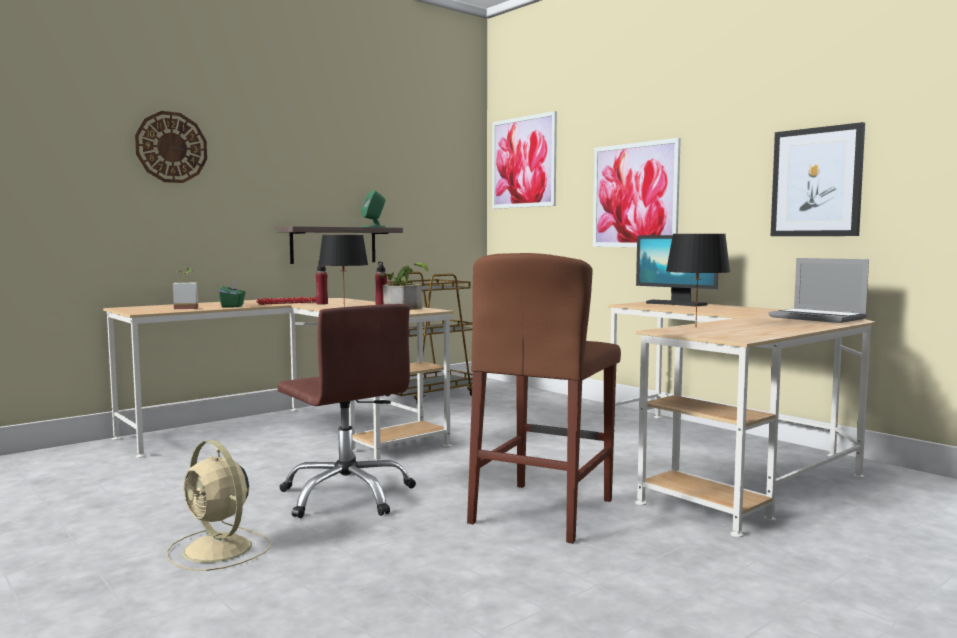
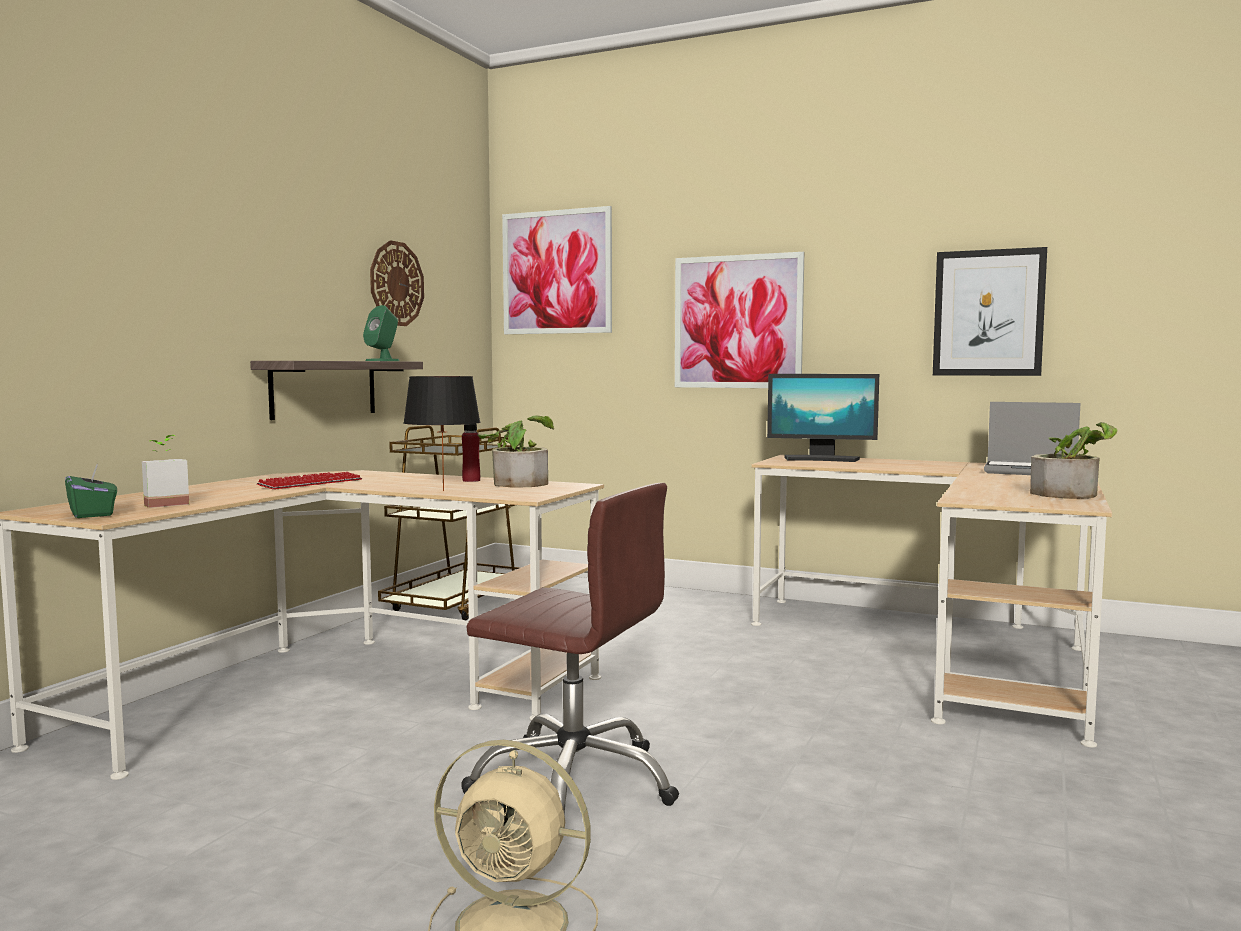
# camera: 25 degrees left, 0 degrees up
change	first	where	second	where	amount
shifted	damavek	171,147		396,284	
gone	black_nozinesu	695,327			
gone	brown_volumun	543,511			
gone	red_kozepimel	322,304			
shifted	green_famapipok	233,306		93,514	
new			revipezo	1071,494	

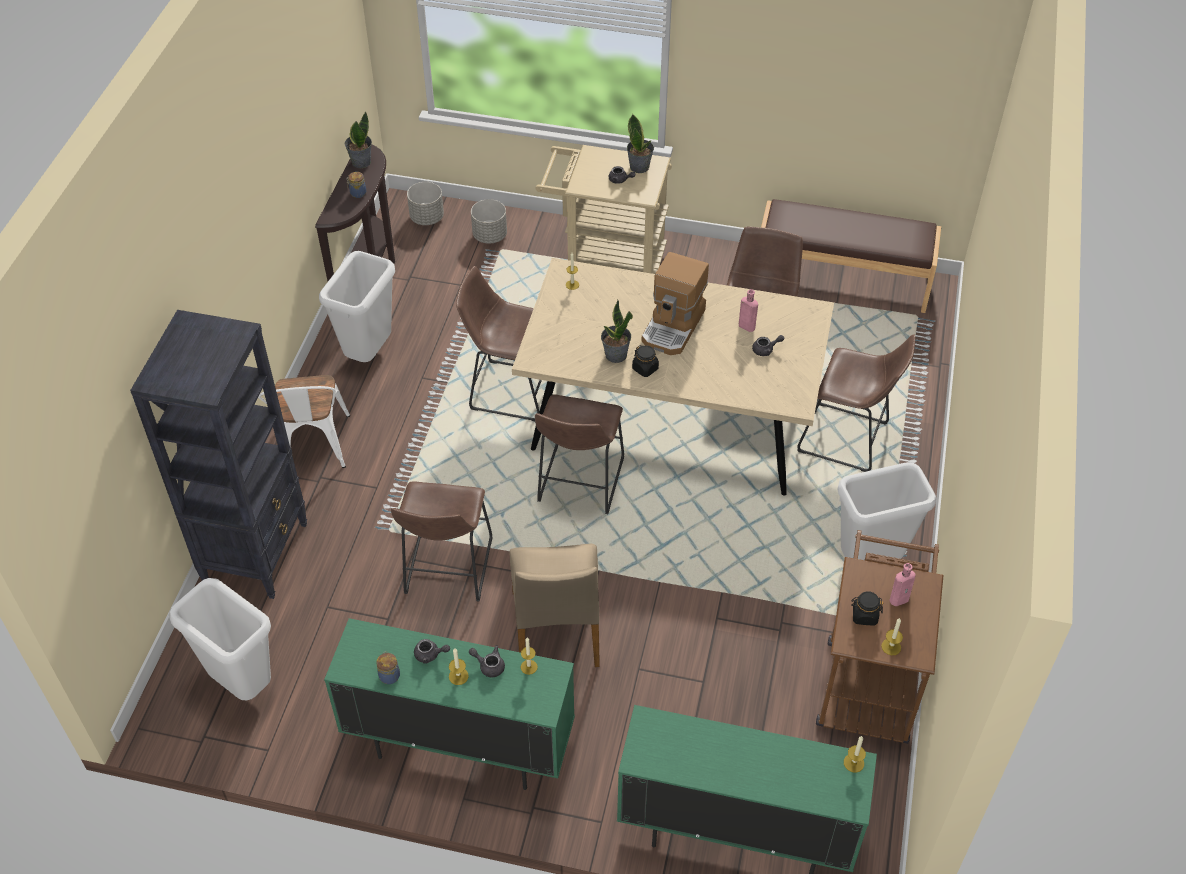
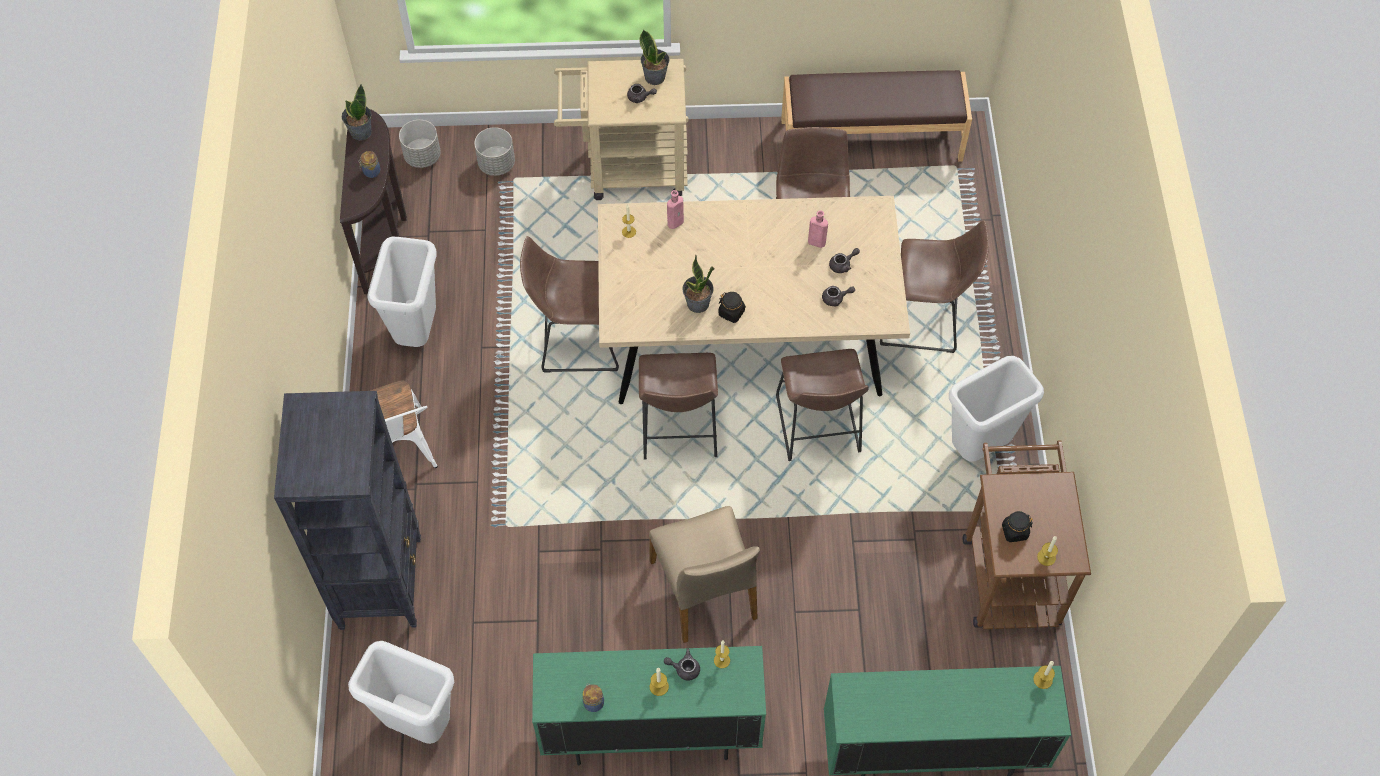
# camera: 15 degrees left, 10 degrees up
change	first	where	second	where	amount
gone	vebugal	674,326			
shifted	brown_volumun	447,571		818,429	
shifted	pink_kozepimel	900,599		676,222	
shifted	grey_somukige	430,655		836,299	

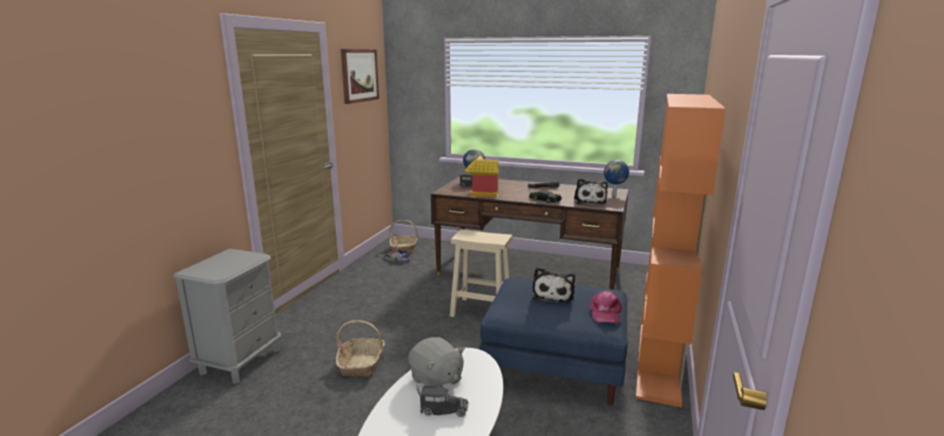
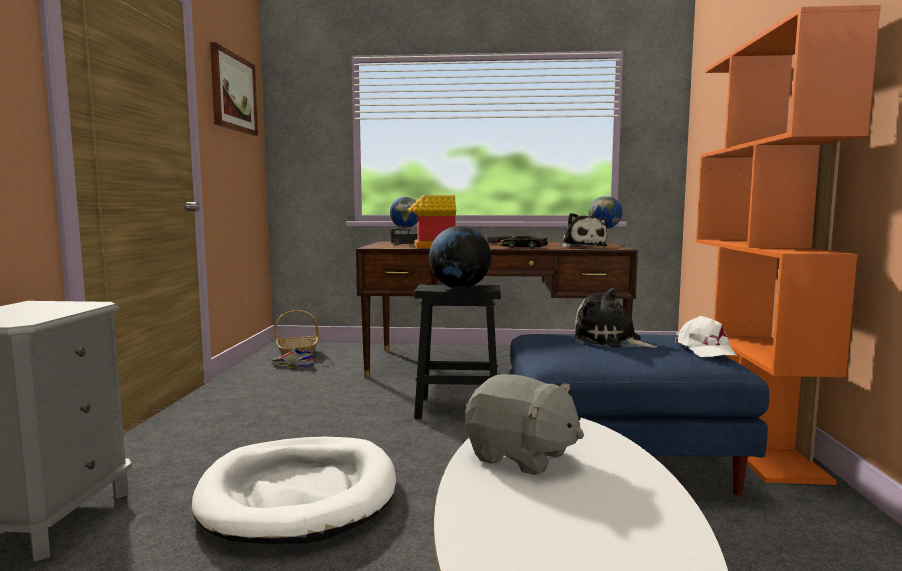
# camera: 15 degrees left, 10 degrees down
change	first	where	second	where	amount
repainted	beige_volumun	480,310	black_volumun	456,408	
rotated	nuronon	553,295		610,341	135 degrees clockwise
repainted	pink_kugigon	605,312	white_kugigon	705,350	
swapped	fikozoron	362,363	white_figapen	299,494	
gone	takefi	441,410			
new			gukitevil	460,288	

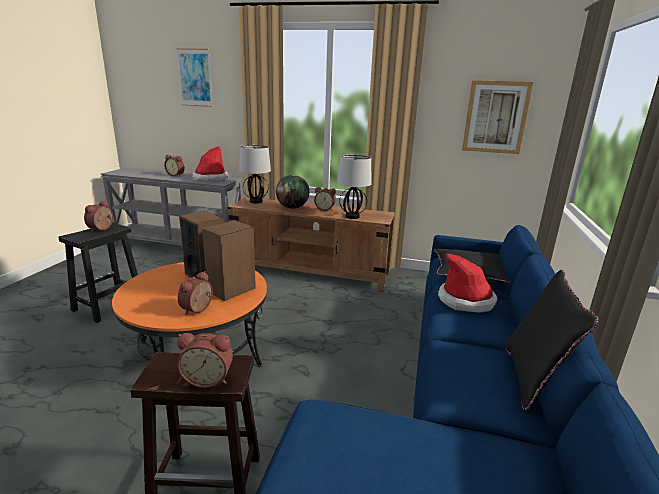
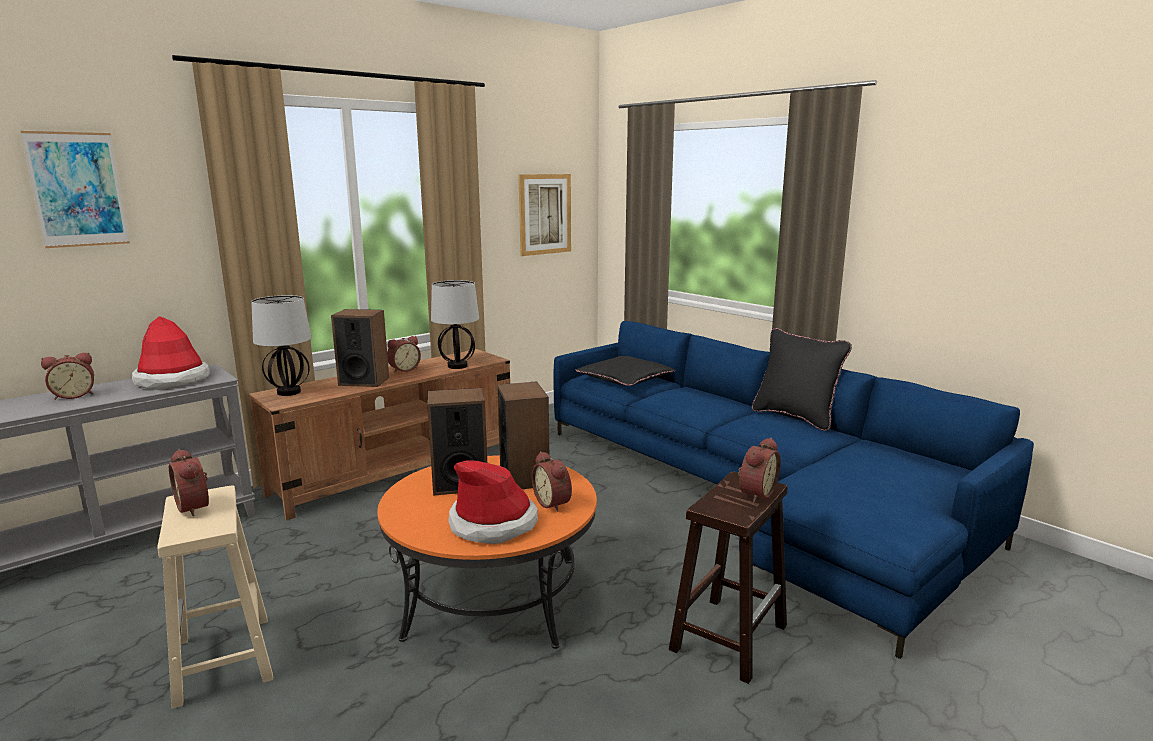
# camera: 55 degrees left, 5 degrees down
change	first	where	second	where	amount
swapped	gukitevil	292,208	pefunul	364,381	
repainted	black_volumun	108,306	beige_volumun	224,660	
shifted	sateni	466,300		493,523	

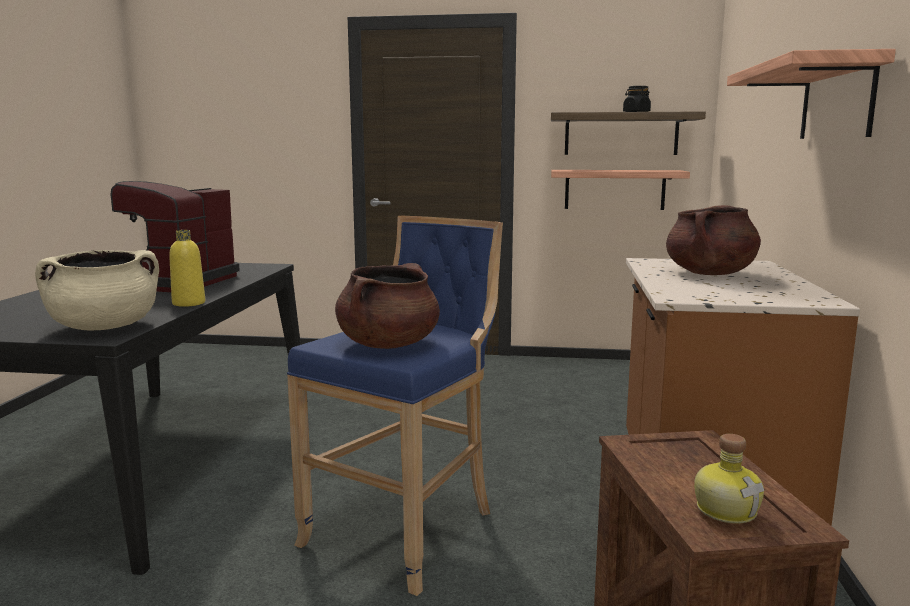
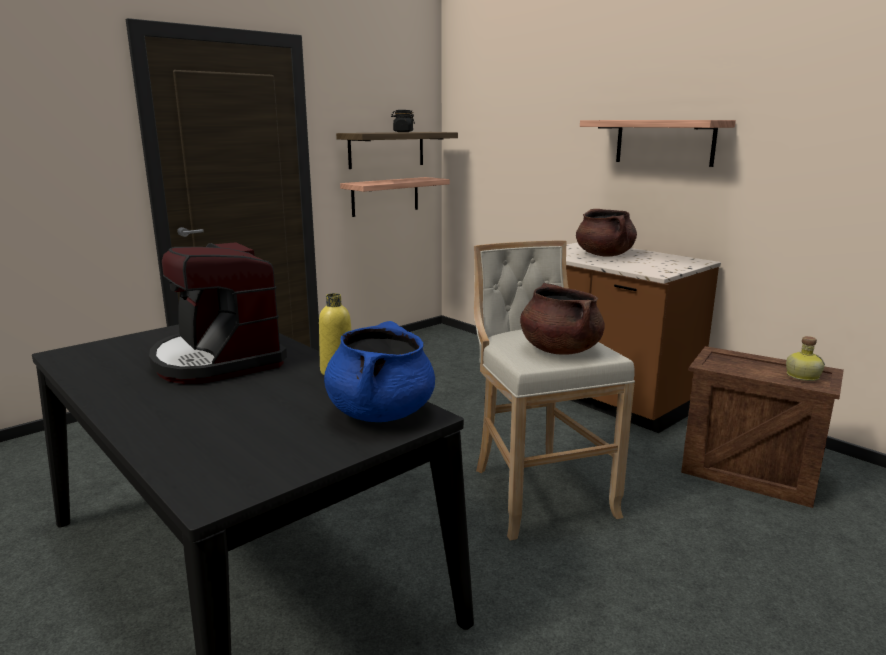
# camera: 50 degrees left, 5 degrees up
change	first	where	second	where	amount
repainted	blue_volumun	407,528	beige_volumun	536,491	
repainted	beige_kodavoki	105,327	blue_kodavoki	381,413	

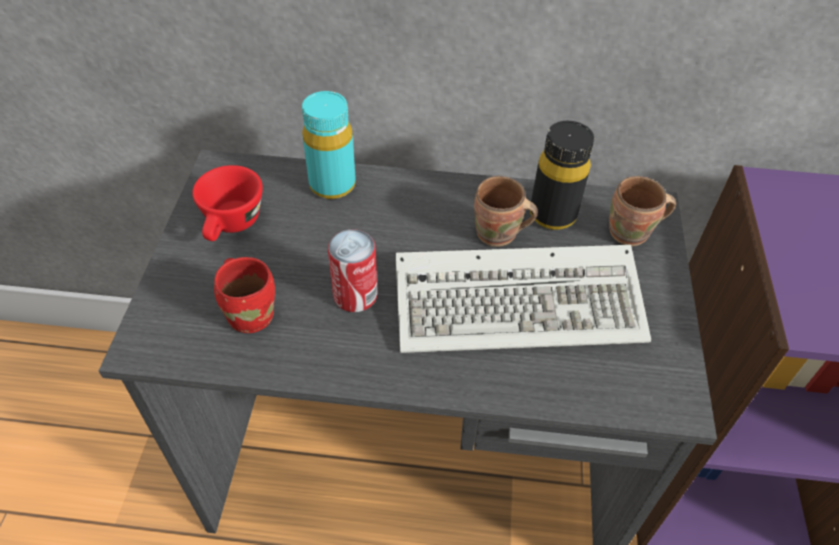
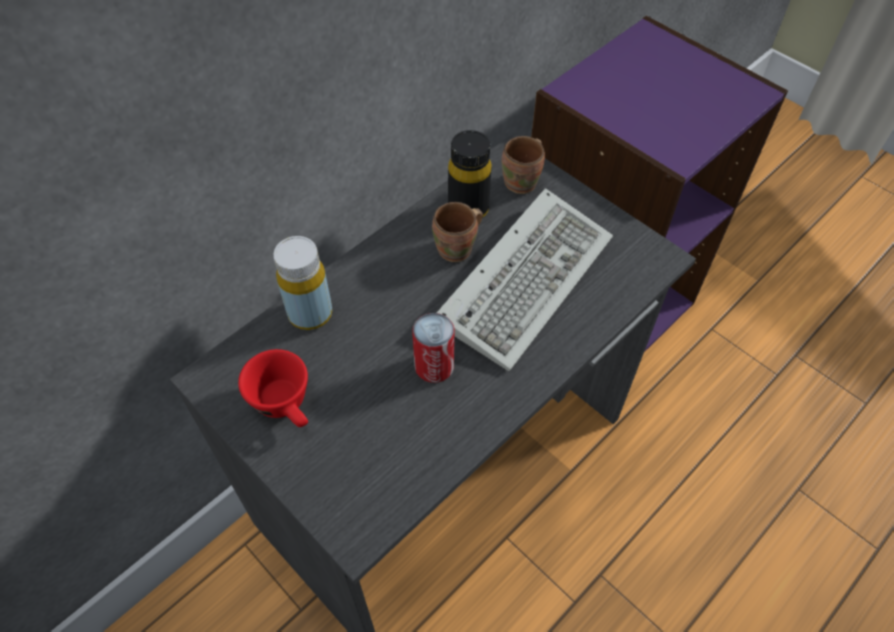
# camera: 50 degrees left, 5 degrees up
change	first	where	second	where	amount
repainted	turquoise_kozepimel	332,185	yellow_kozepimel	310,313	
gone	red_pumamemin	252,313			

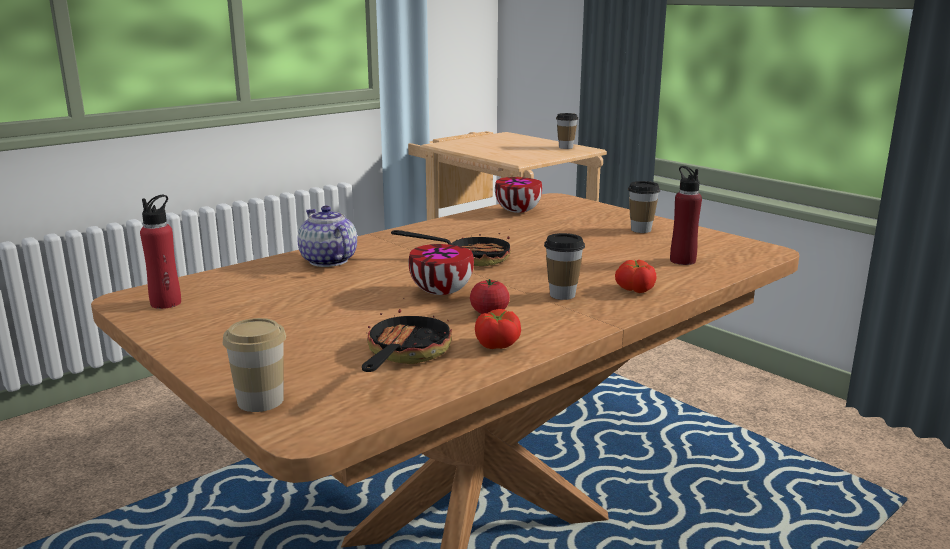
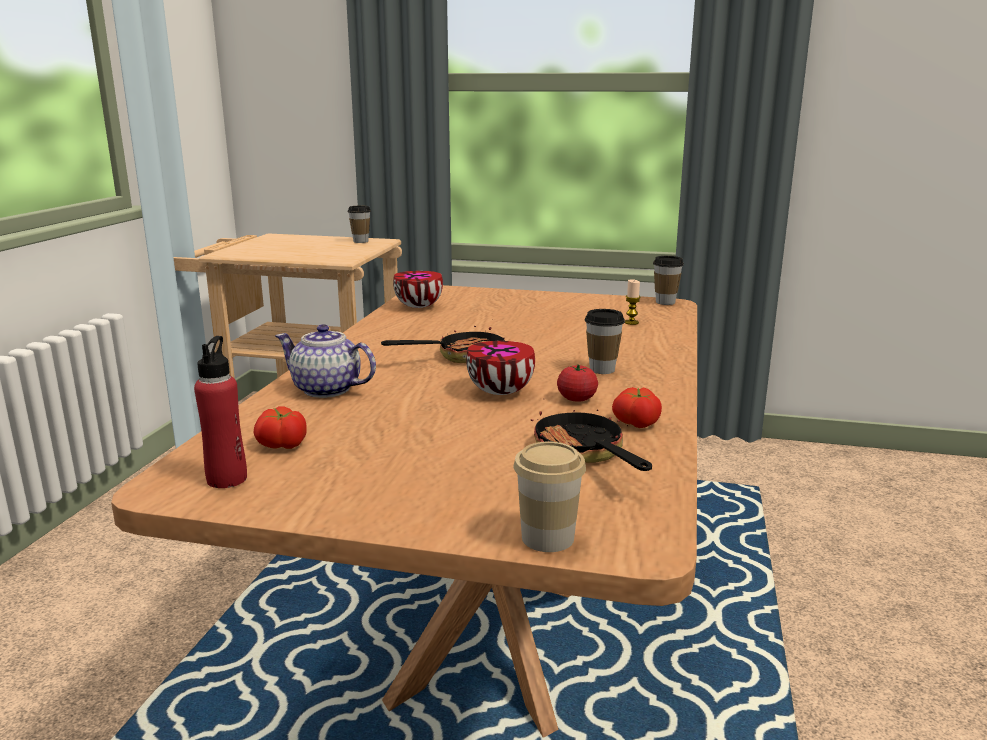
# camera: 35 degrees left, 0 degrees up
change	first	where	second	where	amount
swapped	red_kozepimel	682,260	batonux	631,322	
shifted	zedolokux	641,230		665,302	
shifted	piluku	634,289		282,445	

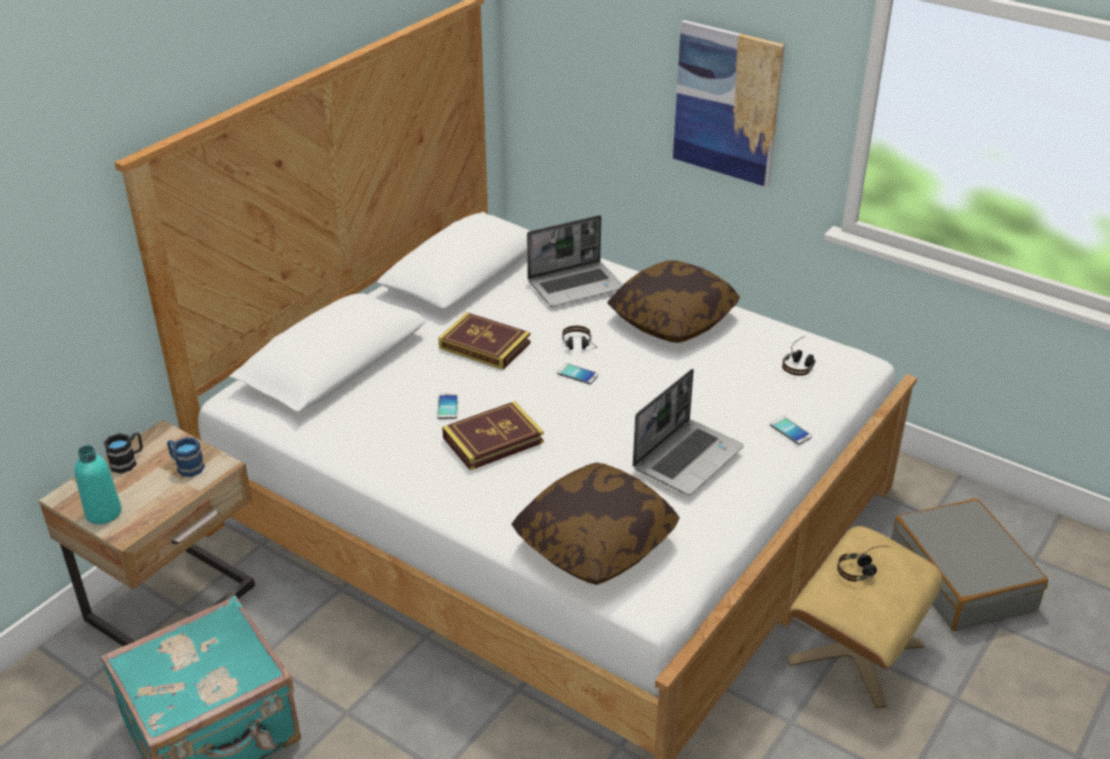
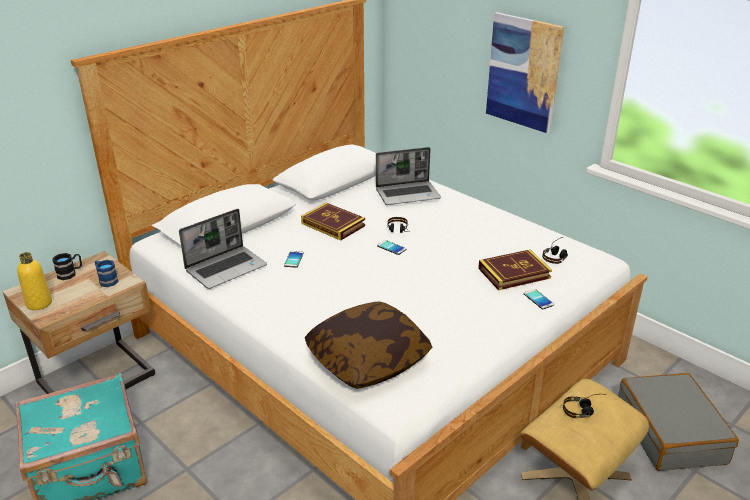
# camera: 10 degrees right, 5 degrees down
change	first	where	second	where	amount
gone	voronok	672,319			
shifted	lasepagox	687,457		226,268	
shifted	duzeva	493,440		514,273	
repainted	turquoise_kozepimel	103,513	yellow_kozepimel	39,303	

